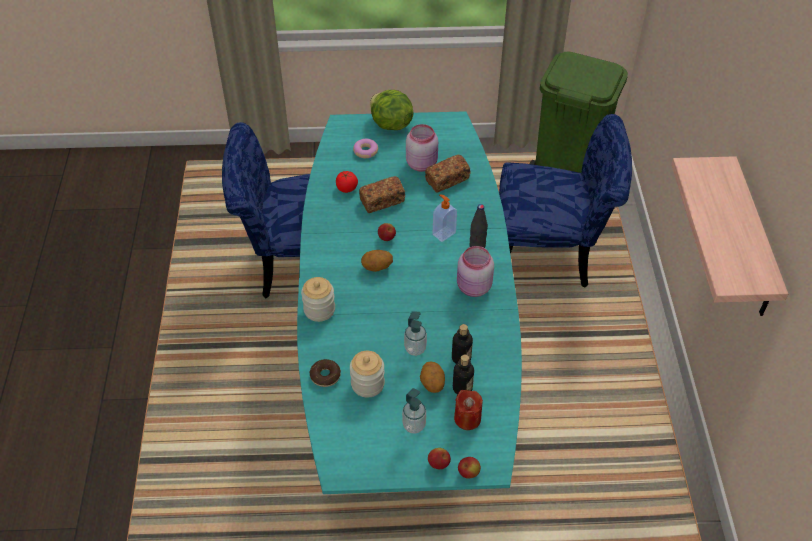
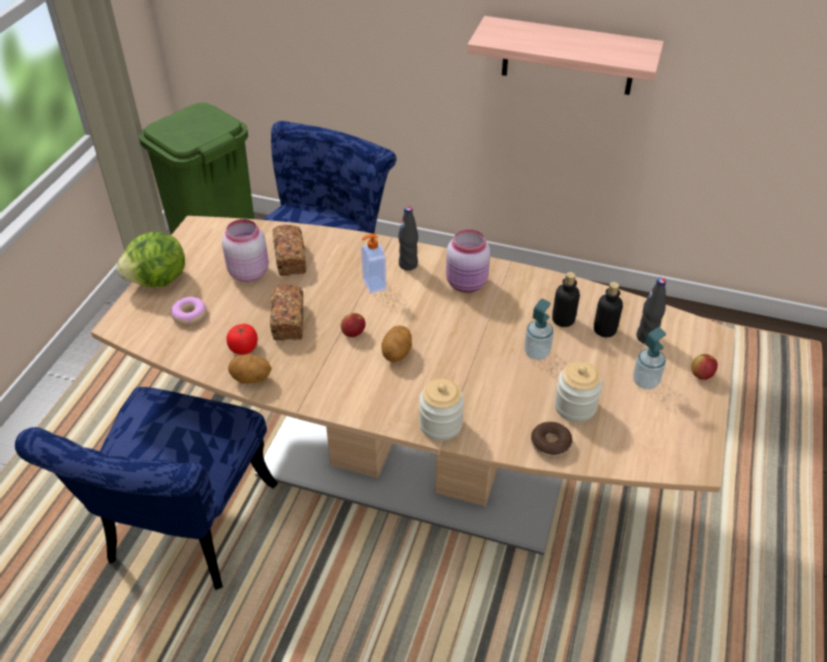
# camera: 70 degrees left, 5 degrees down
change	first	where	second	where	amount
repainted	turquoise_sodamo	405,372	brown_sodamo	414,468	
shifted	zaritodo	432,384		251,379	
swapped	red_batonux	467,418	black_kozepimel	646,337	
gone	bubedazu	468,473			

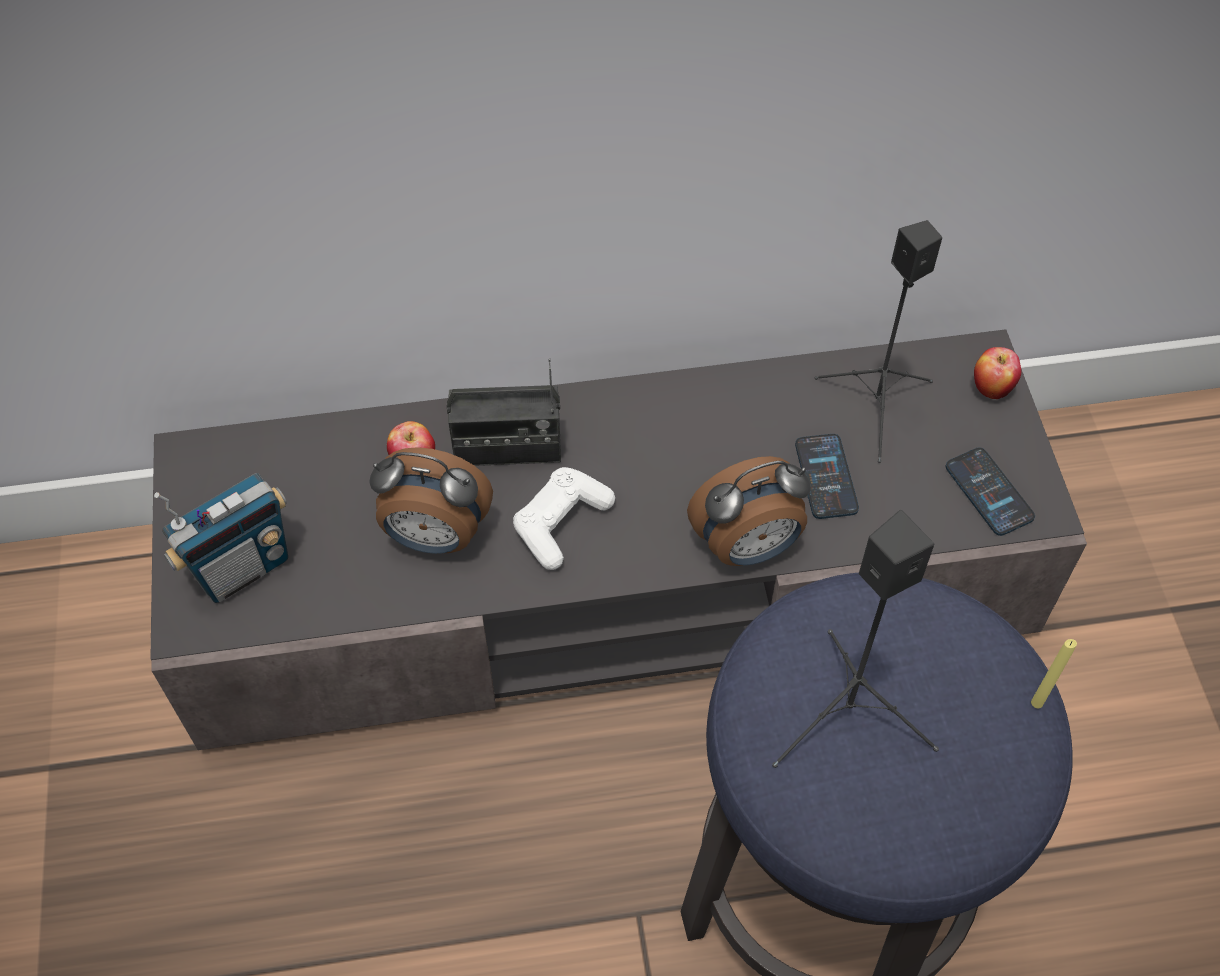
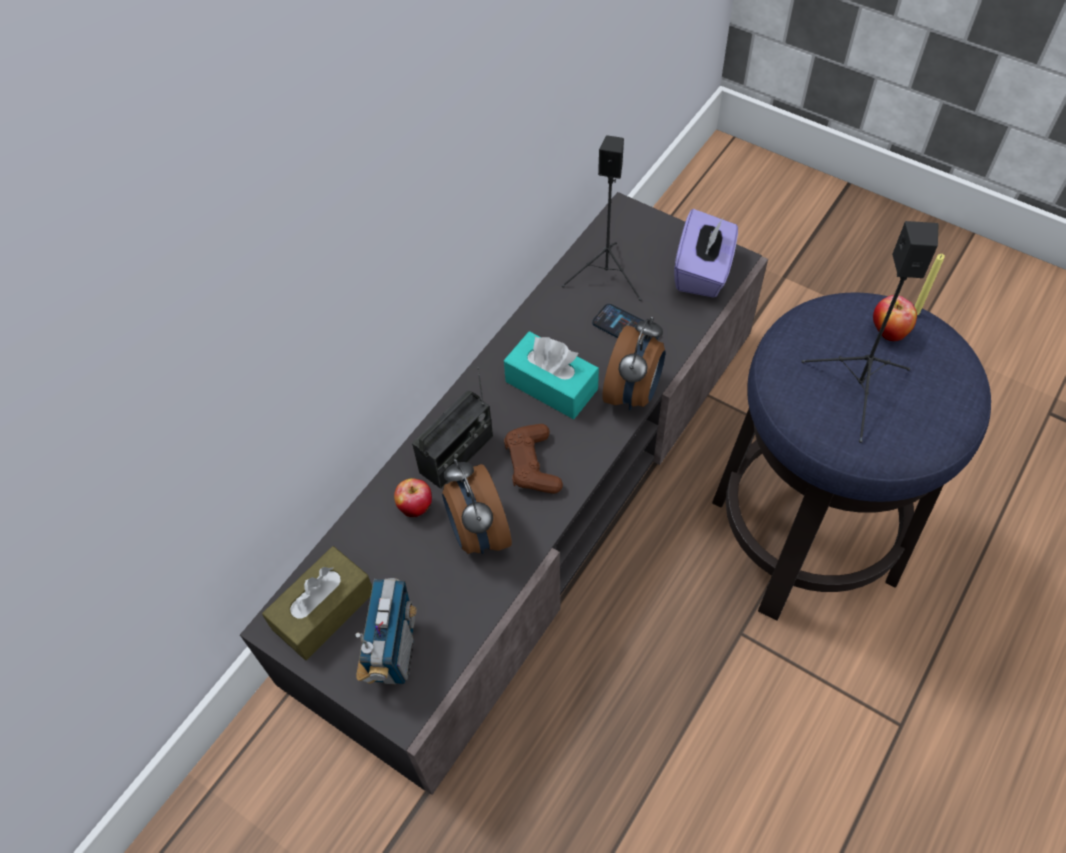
# camera: 45 degrees left, 0 degrees up
change	first	where	second	where	amount
shifted	bubedazu	991,388		888,332	
rotated	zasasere	435,536		477,533	105 degrees clockwise
swapped	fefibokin	989,492	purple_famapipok	703,272	
repainted	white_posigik	561,523	brown_posigik	532,465	
new			turquoise_famapipok	551,385	
new			brown_famapipok	323,610	

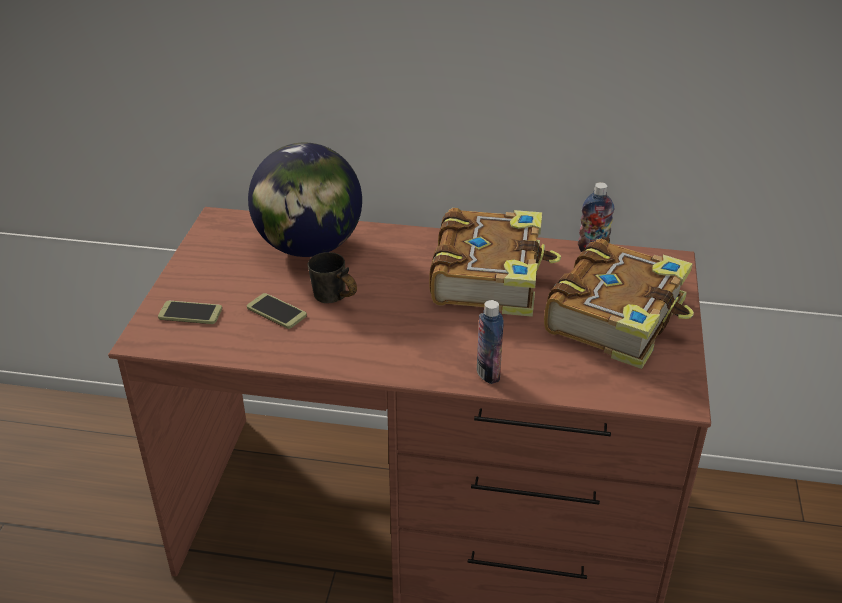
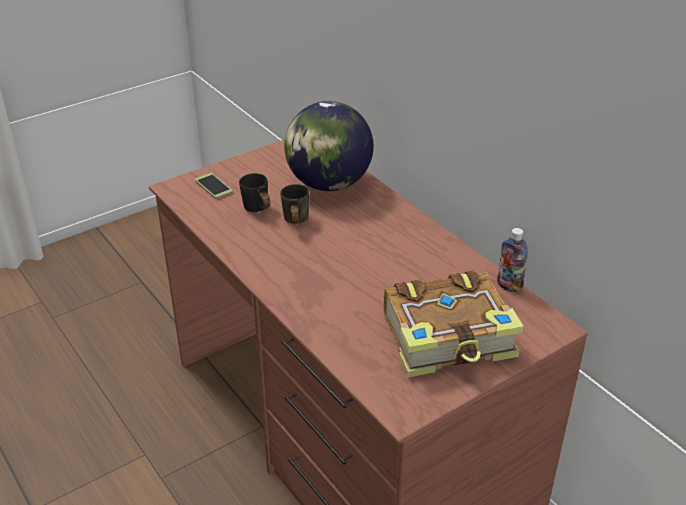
# camera: 45 degrees right, 0 degrees up
change	first	where	second	where	amount
gone	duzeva	490,276			
swapped	fefibokin	276,311	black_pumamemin	255,211	
gone	kozepimel	488,373			

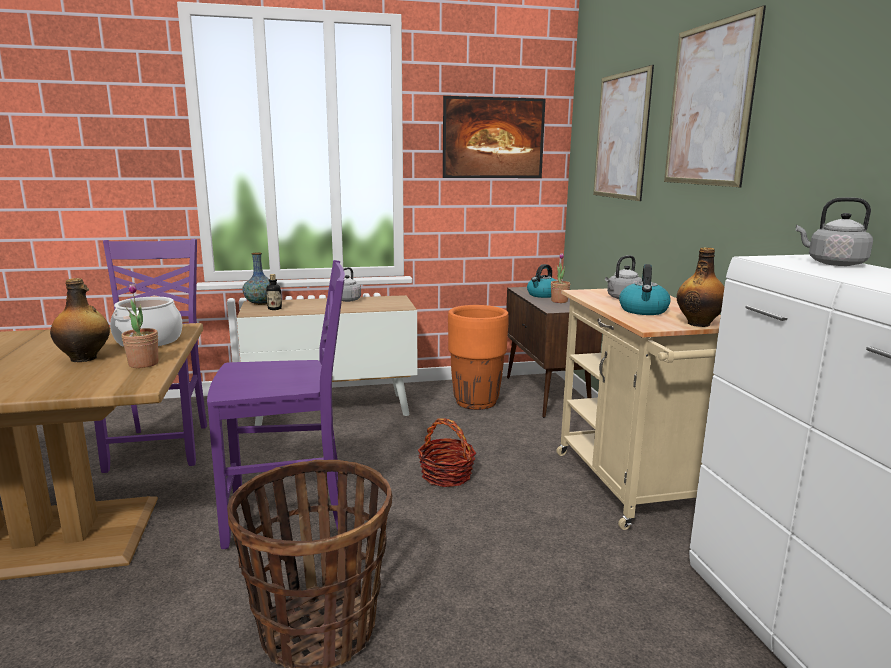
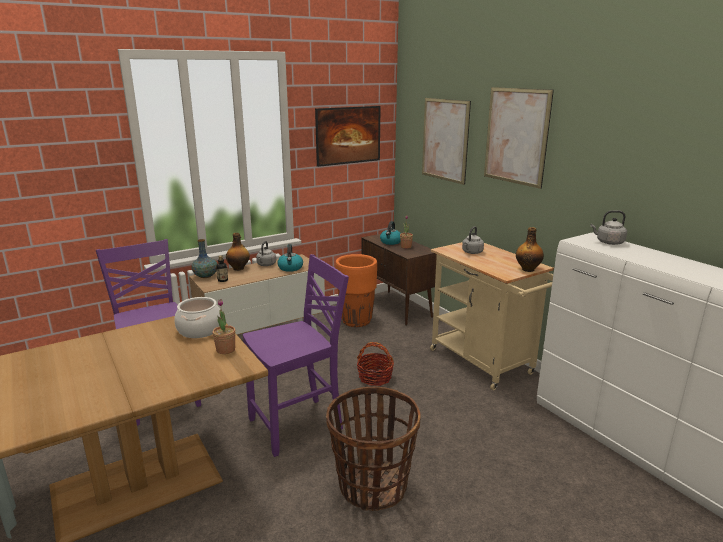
# camera: 20 degrees left, 5 degrees up
change	first	where	second	where	amount
shifted	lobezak	643,311		290,268	
shifted	kozepimel	85,358		239,268	

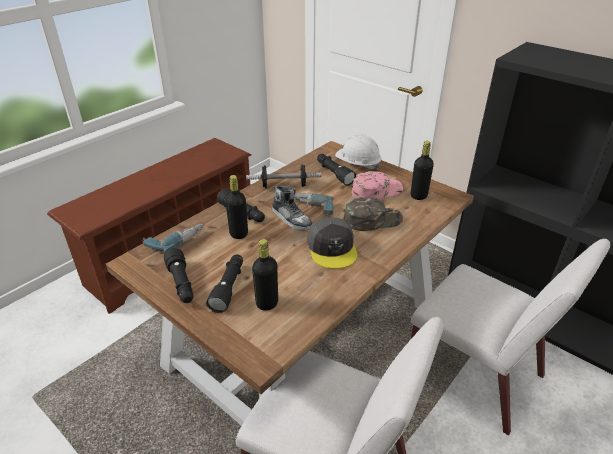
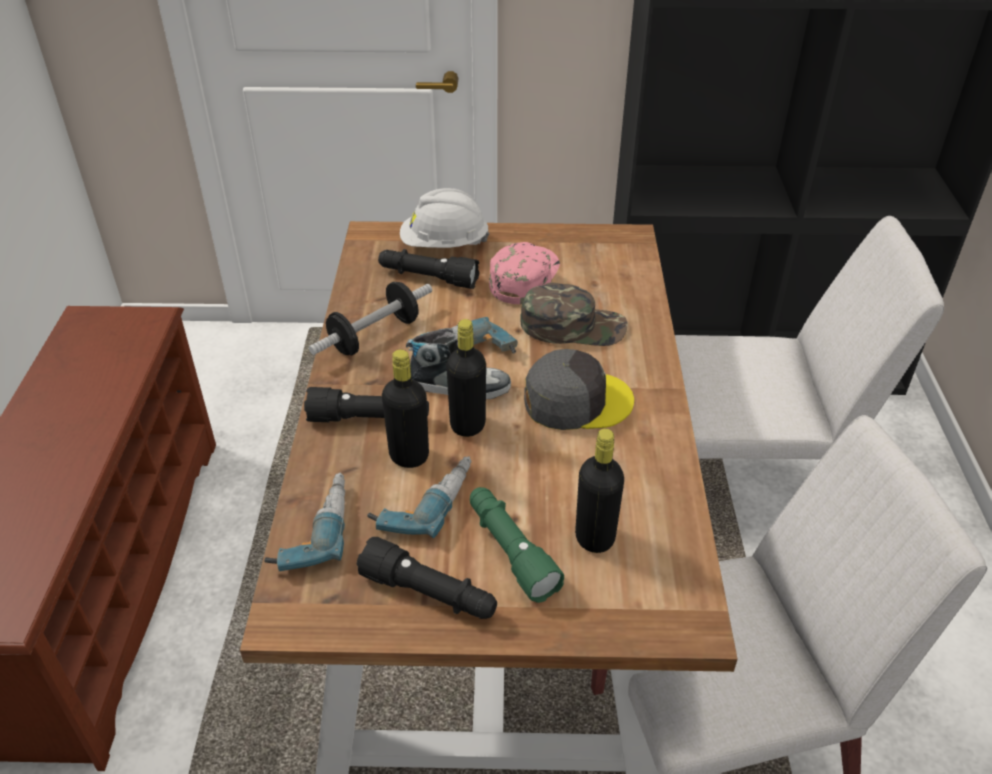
# camera: 40 degrees left, 5 degrees up
change	first	where	second	where	amount
shifted	black_kozepimel	418,196		467,425	
rotated	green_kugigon	372,219		573,325	60 degrees clockwise
rotated	grey_kugigon	332,248		576,400	45 degrees counterclockwise
repainted	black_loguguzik	229,287	green_loguguzik	510,551	
new			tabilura	424,500	

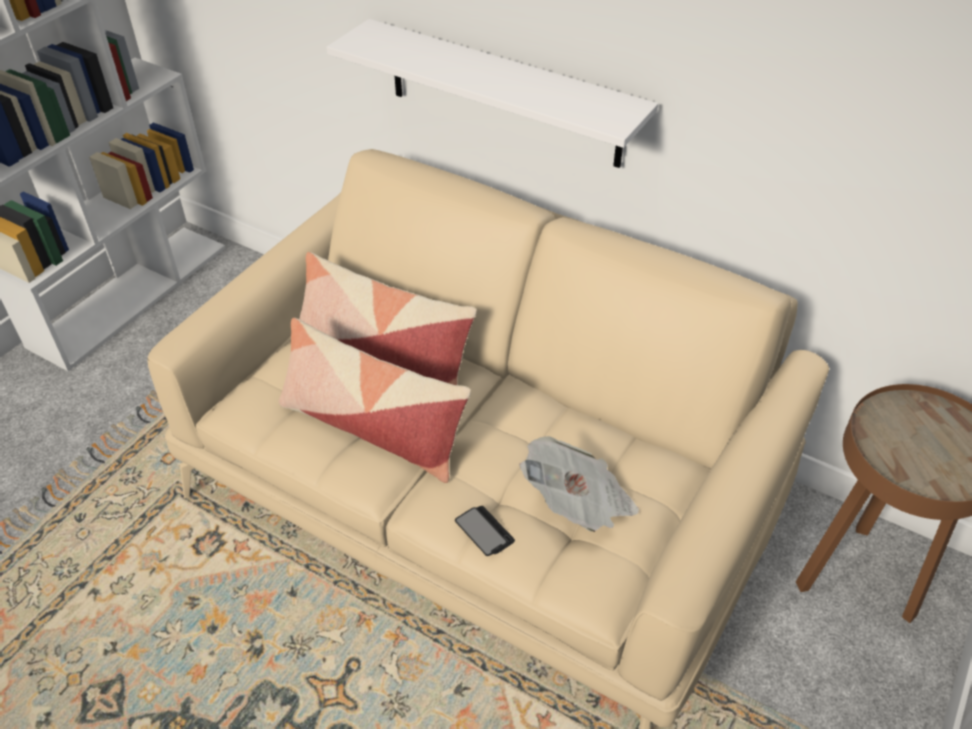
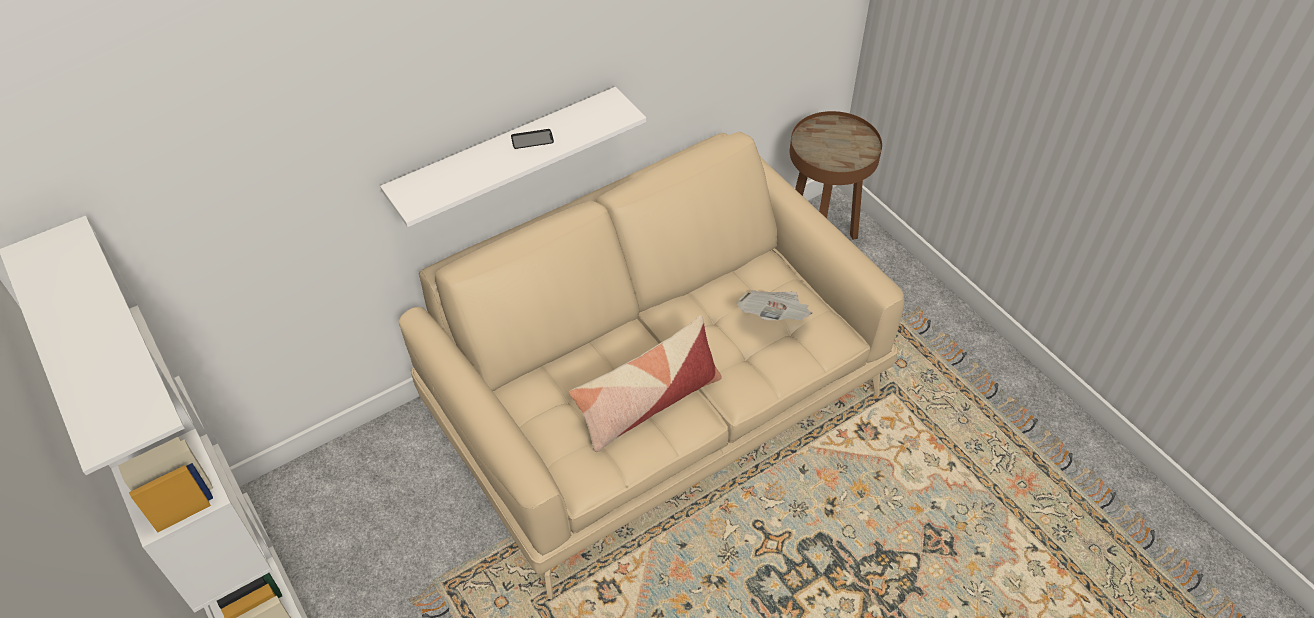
# camera: 65 degrees left, 5 degrees up
change	first	where	second	where	amount
gone	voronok	383,352			
shifted	fefibokin	484,531		532,140	

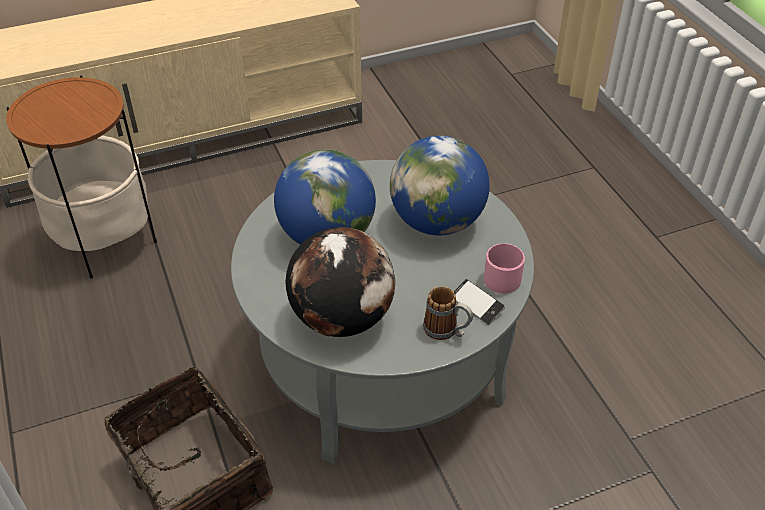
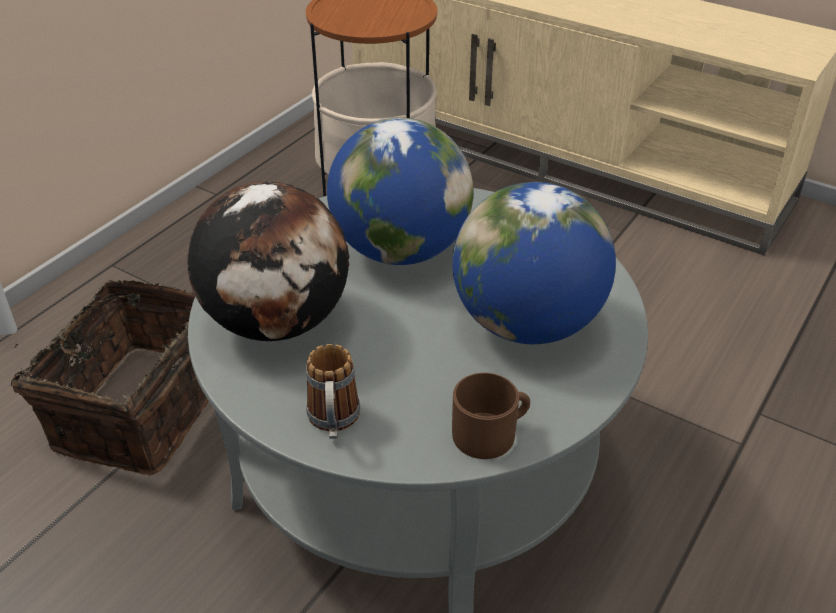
# camera: 55 degrees right, 5 degrees down
change	first	where	second	where	amount
repainted	pink_pumamemin	503,276	brown_pumamemin	491,432	
gone	fefibokin	476,305			

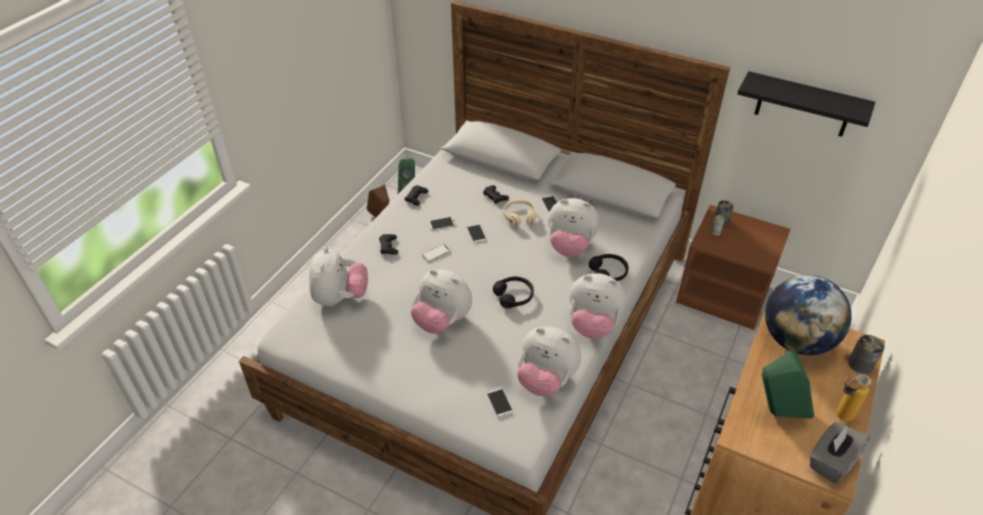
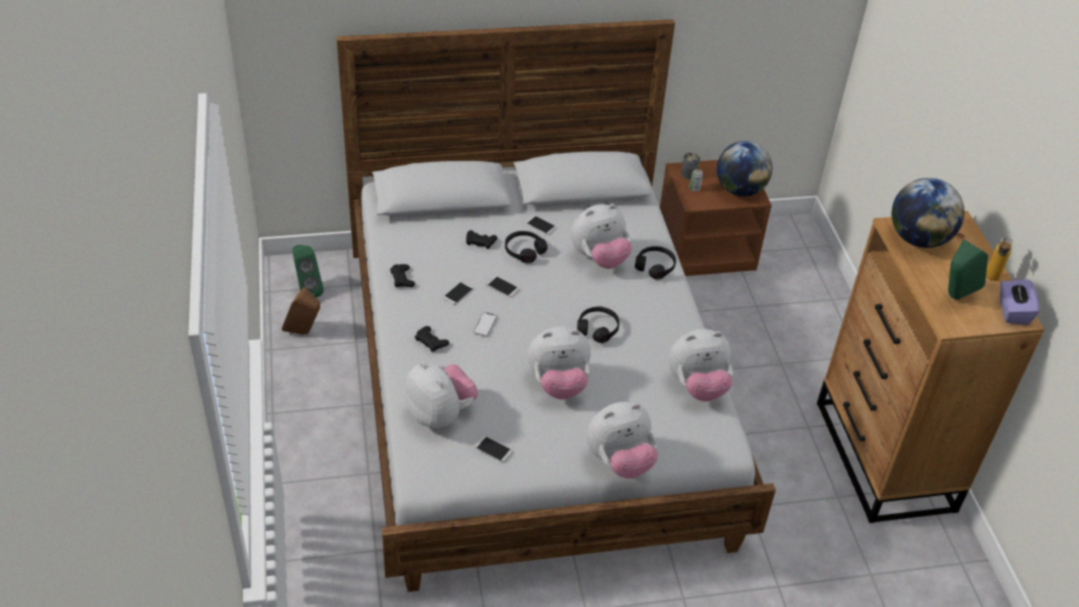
# camera: 40 degrees left, 0 degrees up
change	first	where	second	where	amount
gone	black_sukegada	803,105			
repainted	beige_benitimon	519,216	black_benitimon	524,251	
shifted	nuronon	593,325		619,461	
gone	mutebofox	860,364			
shifted	fefibokin	499,402		493,449	
repainted	grey_famapipok	831,461	purple_famapipok	1012,311	
new			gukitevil	739,190	

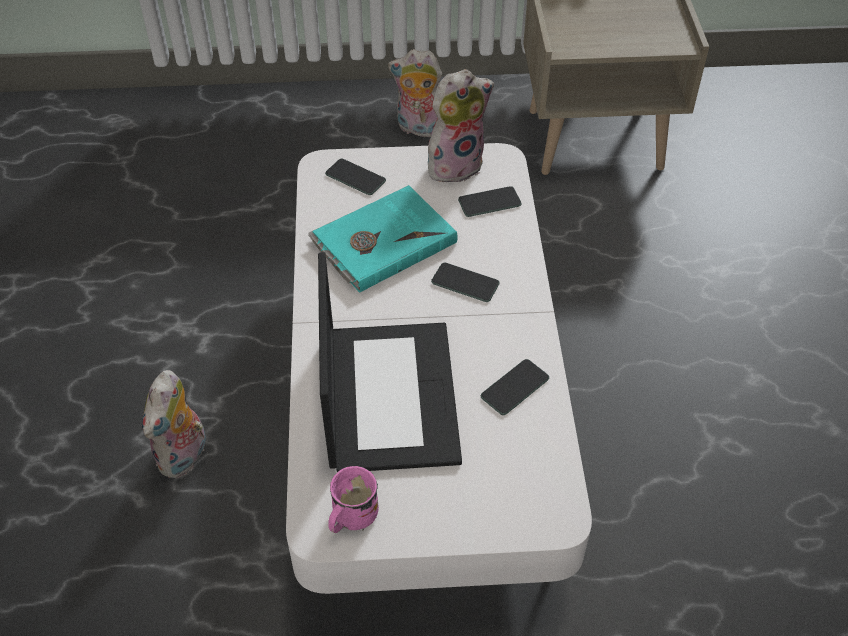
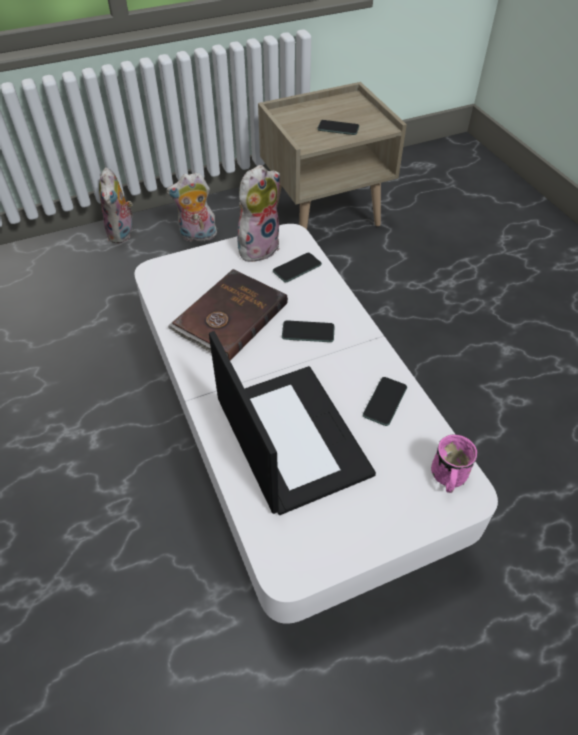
# camera: 20 degrees left, 0 degrees up
change	first	where	second	where	amount
shifted	fefibokin	355,177		338,128	
repainted	turquoise_duzeva	382,241	brown_duzeva	229,317	
shifted	nuronon	185,457		122,234	
shifted	pink_pumamemin	350,517		447,478	

